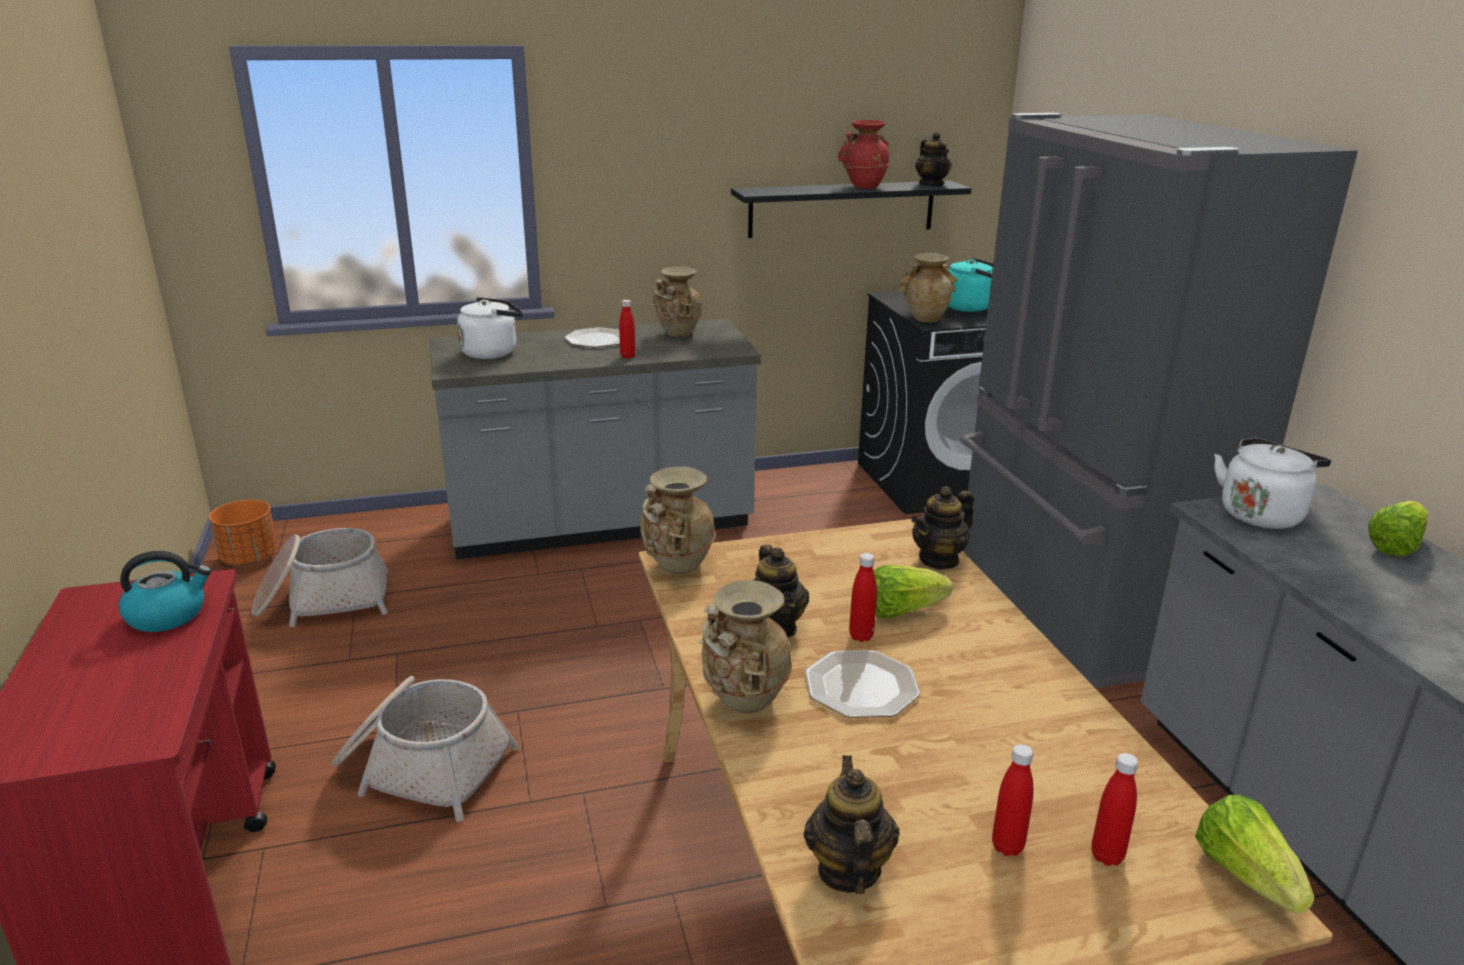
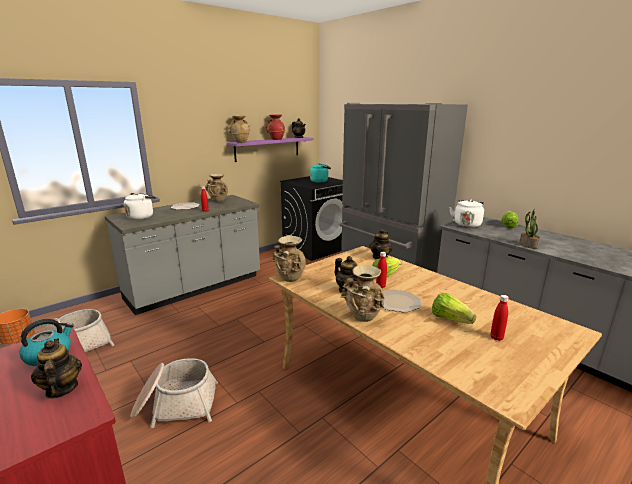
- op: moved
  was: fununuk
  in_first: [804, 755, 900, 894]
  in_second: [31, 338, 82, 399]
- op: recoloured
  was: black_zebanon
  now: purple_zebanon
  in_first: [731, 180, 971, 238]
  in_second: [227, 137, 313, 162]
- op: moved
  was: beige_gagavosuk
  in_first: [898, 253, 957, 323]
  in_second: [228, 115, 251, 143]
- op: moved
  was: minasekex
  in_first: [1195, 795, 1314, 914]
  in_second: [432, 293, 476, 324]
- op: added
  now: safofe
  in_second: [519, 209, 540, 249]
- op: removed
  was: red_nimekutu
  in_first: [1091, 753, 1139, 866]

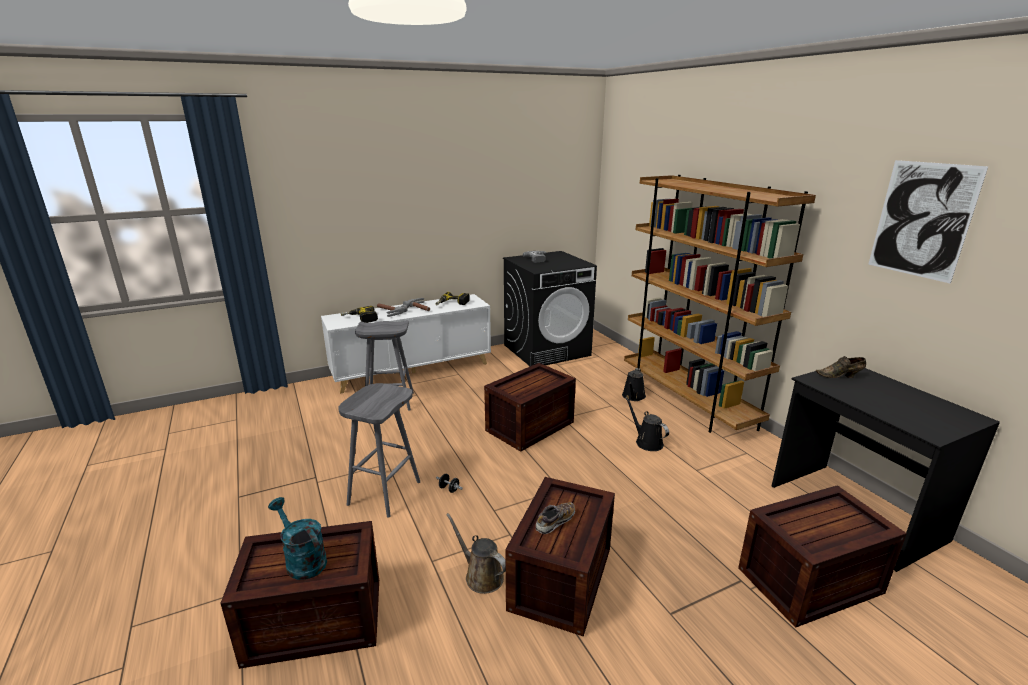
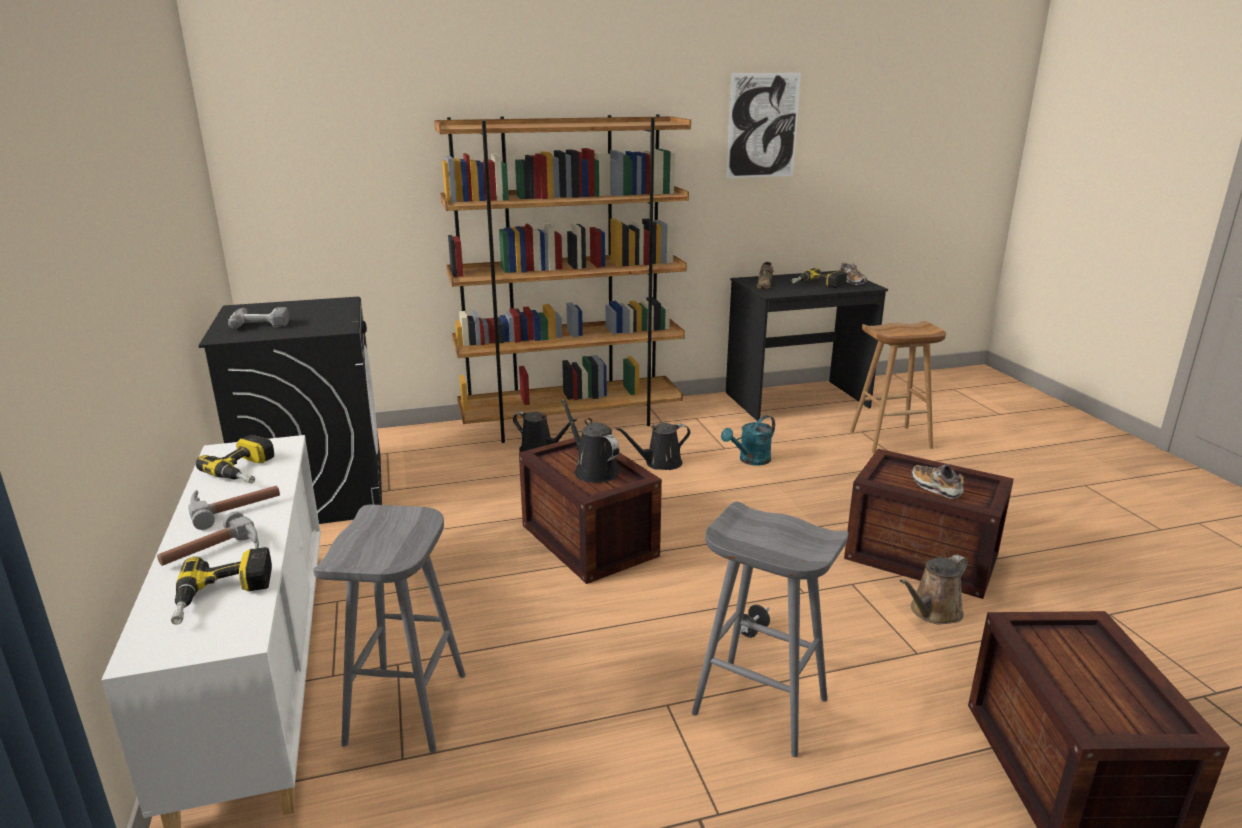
- op: added
  now: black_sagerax
  in_second: [561, 399, 619, 483]
- op: moved
  was: turquoise_sagerax
  in_first: [268, 497, 327, 580]
  in_second: [721, 415, 775, 466]
- op: added
  now: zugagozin
  in_second: [791, 268, 847, 288]
- op: added
  now: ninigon
  in_second: [840, 263, 868, 285]
- op: replaced
  was: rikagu
  now: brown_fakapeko
  in_first: [738, 485, 907, 628]
  in_second: [850, 321, 946, 453]

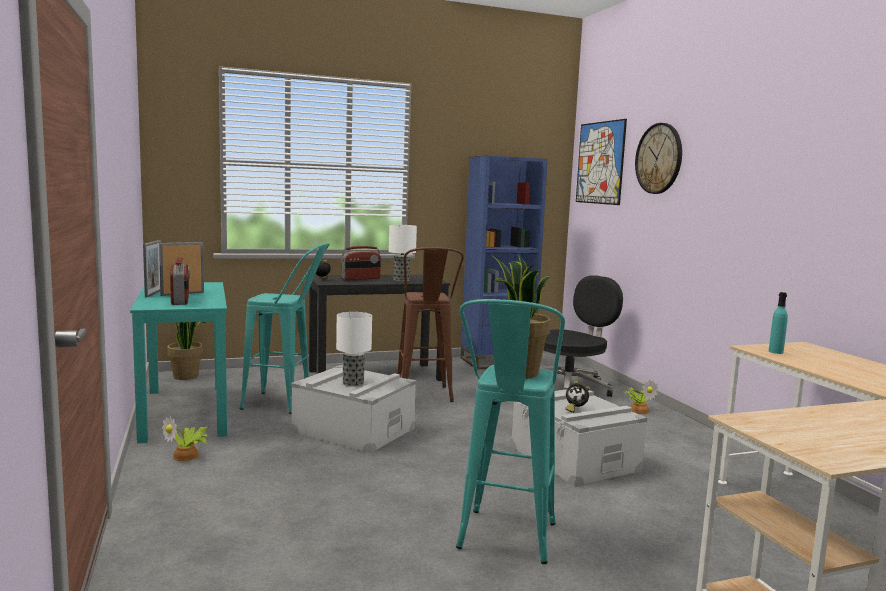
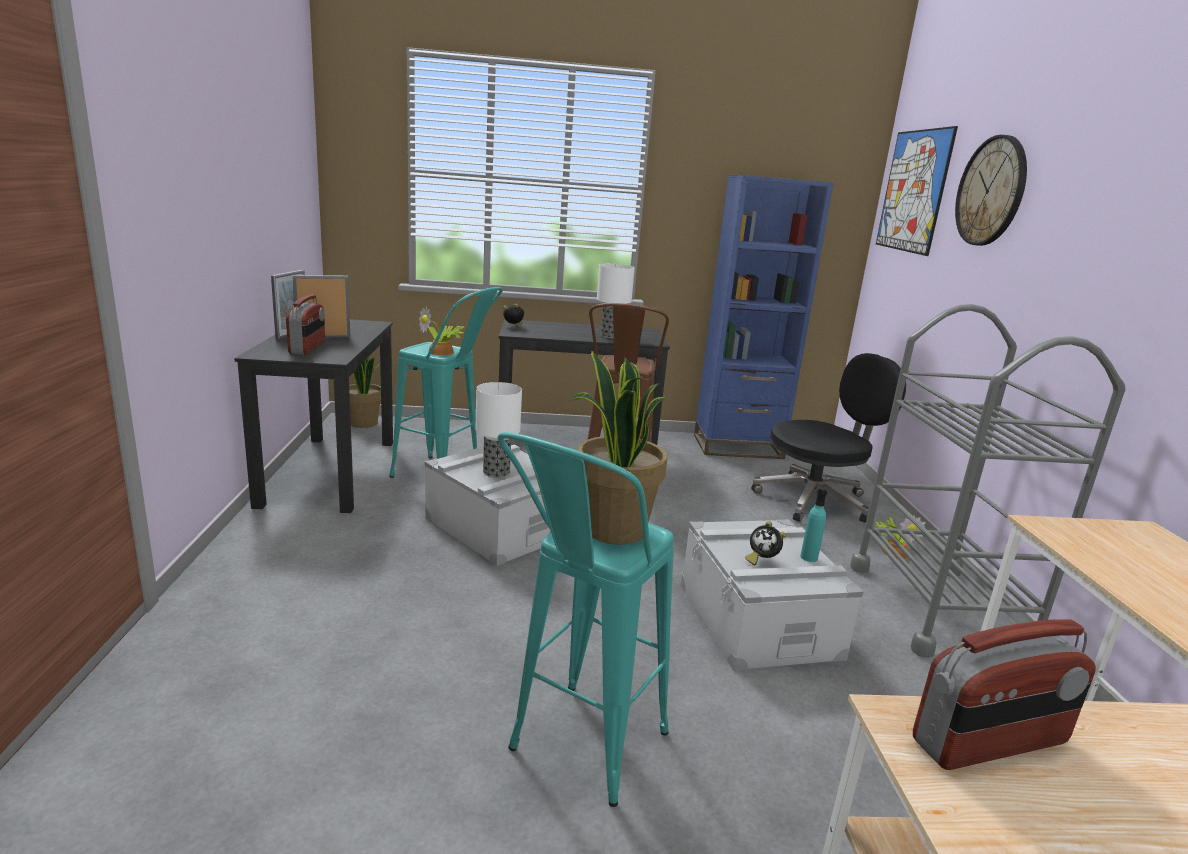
- op: recoloured
  was: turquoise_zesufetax
  now: black_zesufetax
  in_first: [130, 282, 227, 444]
  in_second: [234, 319, 393, 513]
- op: moved
  was: safofe
  in_first: [162, 416, 209, 461]
  in_second: [419, 306, 464, 355]
- op: moved
  was: turquoise_nimekutu
  in_first: [769, 292, 788, 354]
  in_second: [800, 487, 827, 562]
- op: added
  now: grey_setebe
  in_second: [850, 304, 1126, 658]
- op: moved
  was: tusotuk
  in_first: [341, 246, 381, 280]
  in_second: [913, 619, 1096, 770]

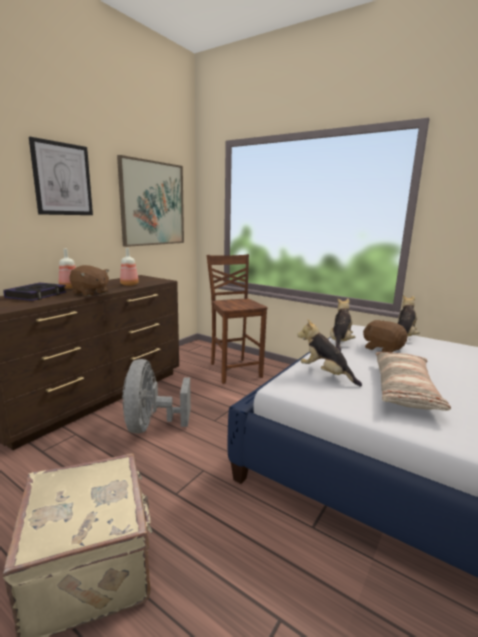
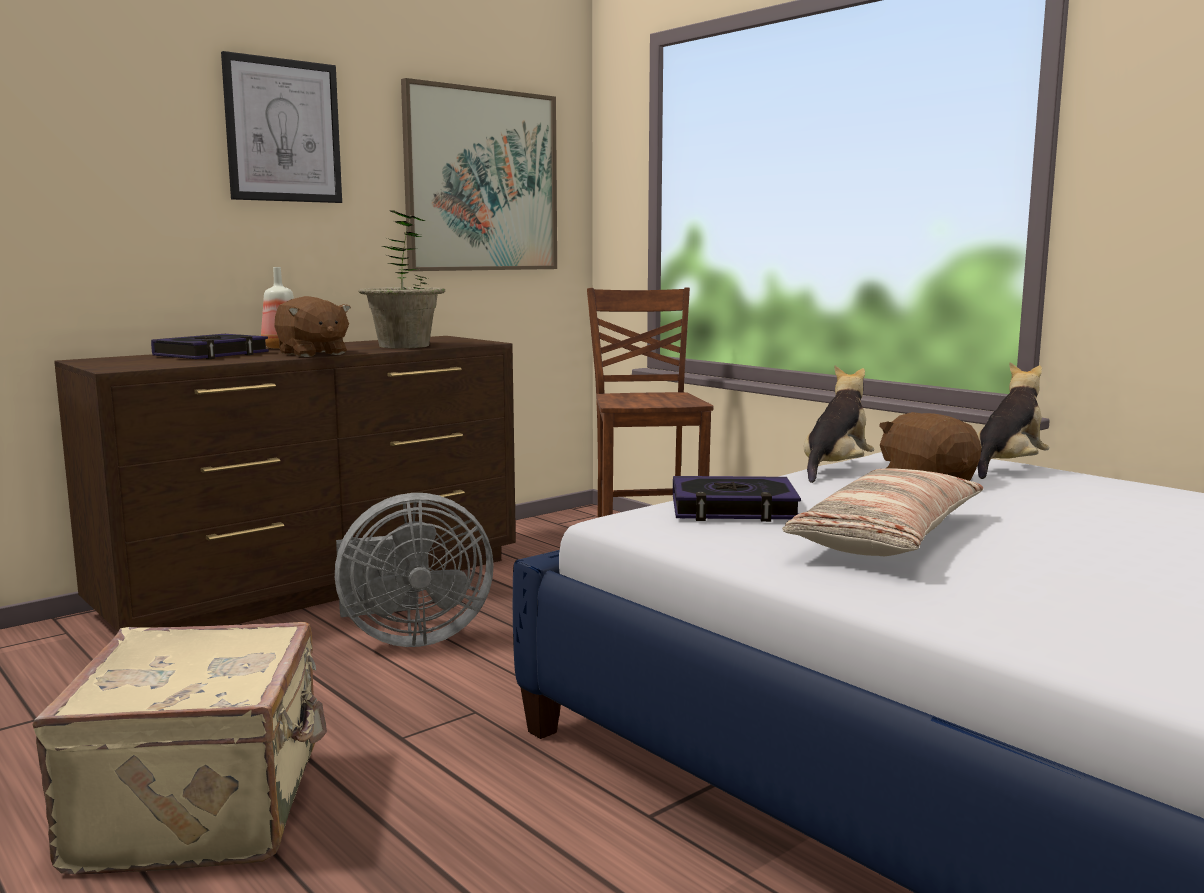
- op: turned
  was: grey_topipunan
  in_first: [122, 359, 191, 434]
  in_second: [335, 493, 494, 647]
  clockwise: -120
- op: replaced
  was: nimekutu
  now: safofe
  in_first: [120, 248, 139, 286]
  in_second: [358, 210, 445, 348]
- op: replaced
  was: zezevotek
  now: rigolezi
  in_first: [297, 319, 362, 386]
  in_second: [673, 476, 801, 522]

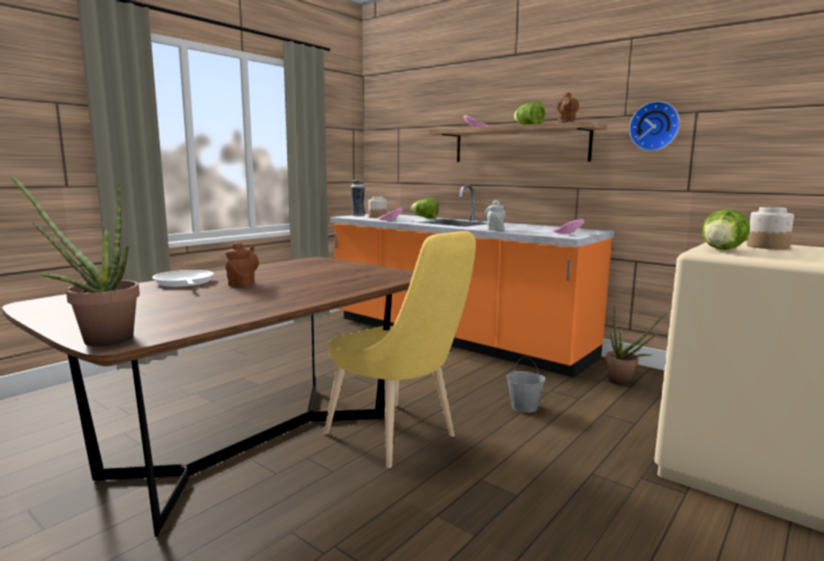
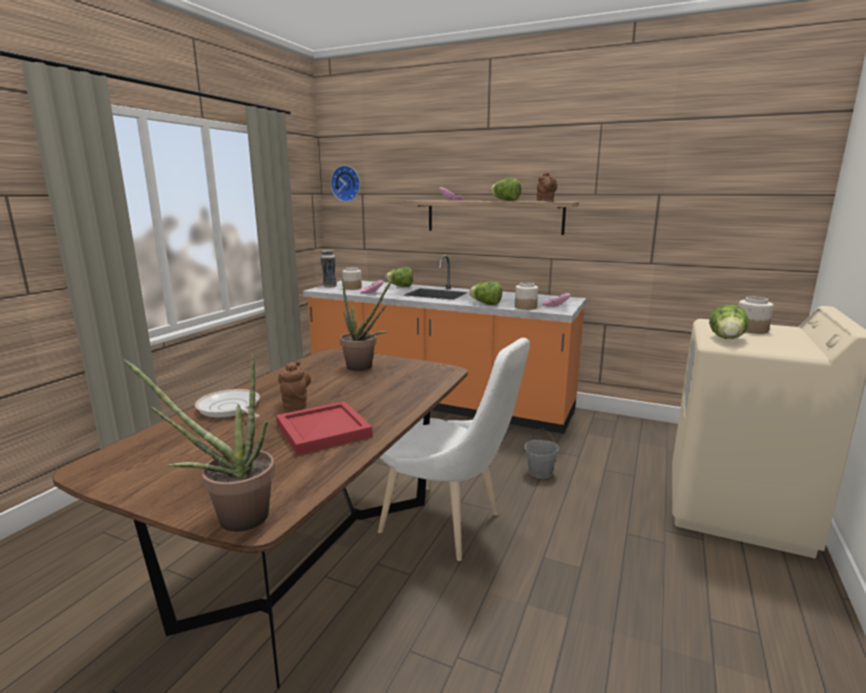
- op: added
  now: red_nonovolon
  in_second: [276, 401, 373, 455]
- op: moved
  was: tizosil
  in_first: [629, 101, 680, 151]
  in_second: [331, 165, 360, 202]
- op: moved
  was: safofe
  in_first: [606, 305, 667, 385]
  in_second: [340, 277, 393, 371]
- op: recoloured
  was: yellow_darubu
  now: white_darubu
  in_first: [324, 231, 476, 468]
  in_second: [378, 338, 530, 561]
- op: replaced
  was: grey_fununuk
  now: minasekex
  in_first: [485, 200, 506, 231]
  in_second: [469, 281, 502, 305]
- op: added
  now: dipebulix
  in_second: [515, 282, 538, 310]

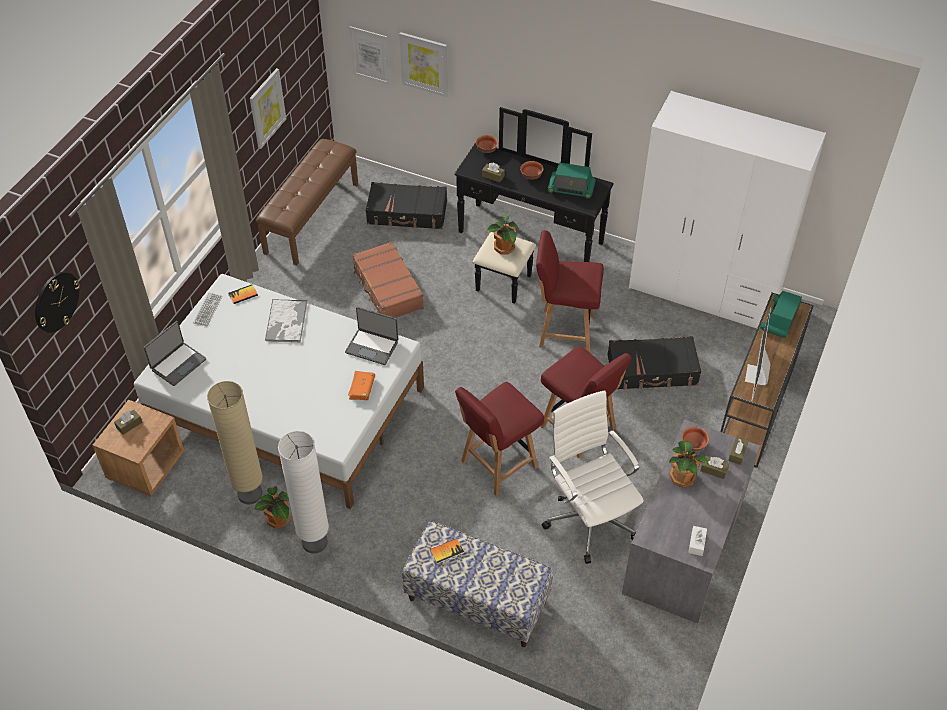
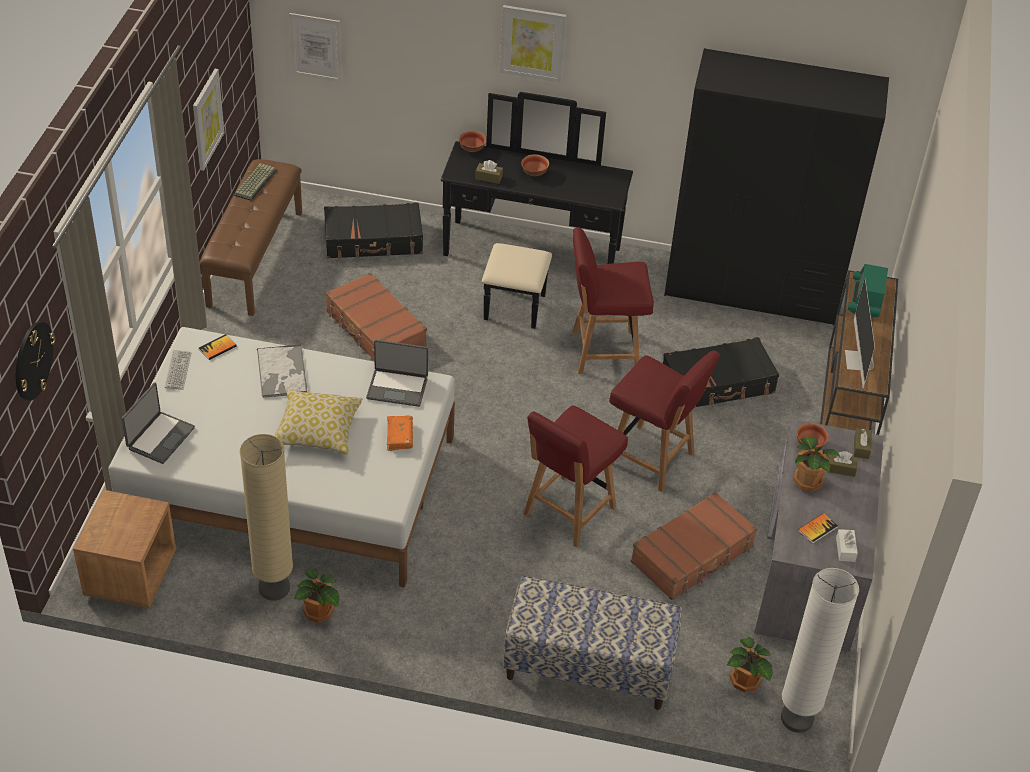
- op: added
  now: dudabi
  in_second: [234, 163, 277, 201]
- op: added
  now: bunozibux
  in_second: [274, 389, 362, 454]
- op: moved
  was: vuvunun
  in_first: [399, 32, 448, 97]
  in_second: [500, 5, 566, 82]
- op: replaced
  was: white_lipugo
  now: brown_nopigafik
  in_first: [541, 390, 644, 564]
  in_second: [631, 492, 757, 600]
- op: recoloured
  was: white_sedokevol
  now: black_sedokevol
  in_first: [629, 91, 826, 328]
  in_second: [664, 48, 889, 325]
- op: moved
  was: safofe
  in_first: [487, 216, 519, 255]
  in_second: [727, 637, 773, 693]
- op: moved
  was: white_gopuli
  in_first: [278, 431, 329, 554]
  in_second: [781, 568, 859, 733]
- op: moved
  was: rigolezi
  in_first: [430, 538, 464, 564]
  in_second: [798, 513, 838, 544]
- op: removed
  was: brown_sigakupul
  in_first: [114, 409, 142, 435]
- op: removed
  was: tusotuk
  in_first: [548, 163, 596, 198]

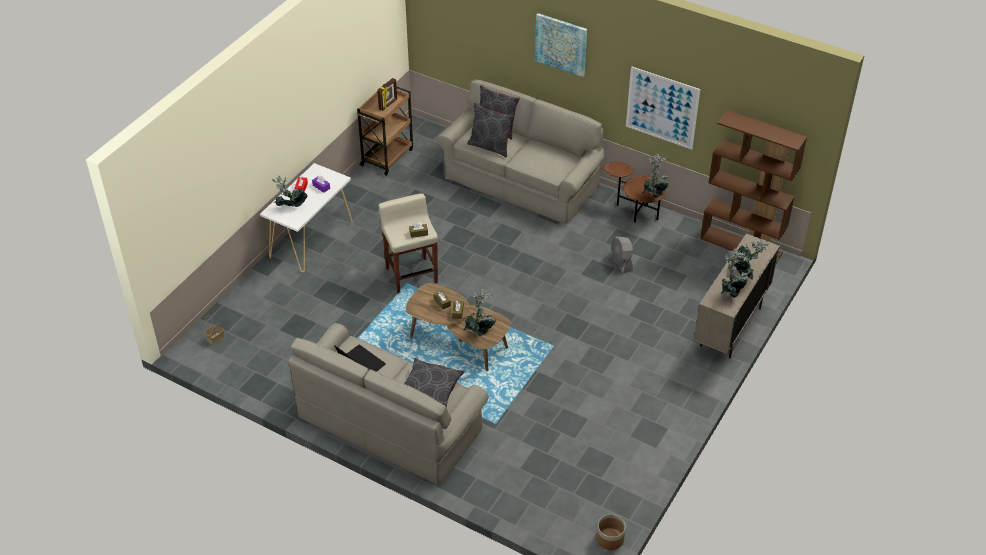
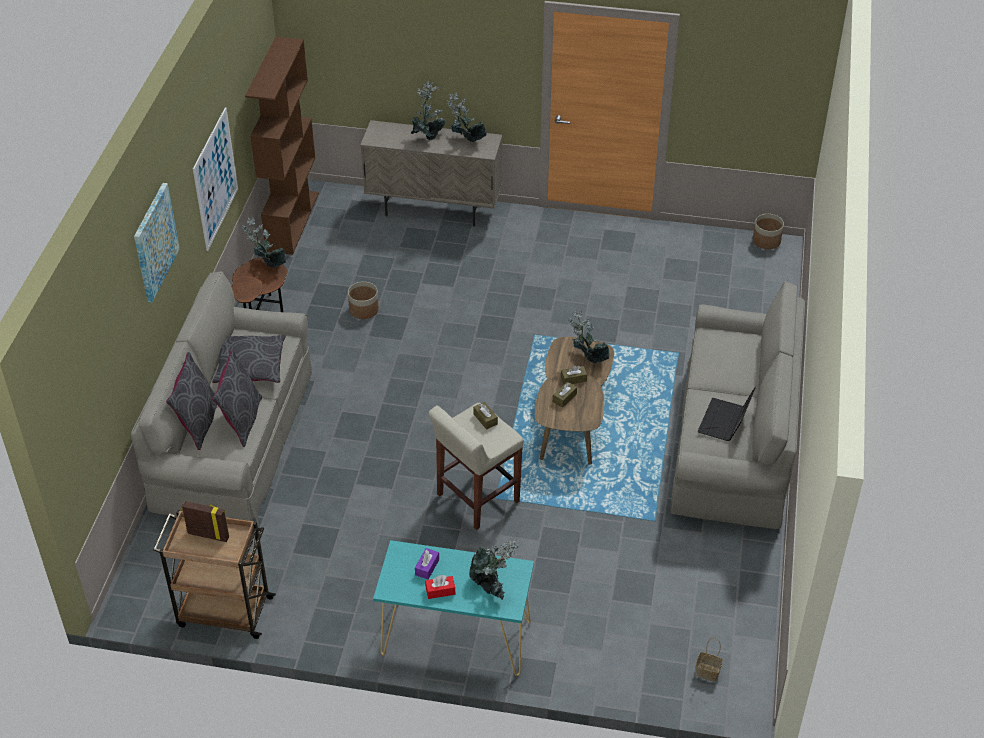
- op: moved
  was: grey_bunozibux
  in_first: [405, 358, 465, 407]
  in_second: [212, 335, 286, 383]
- op: replaced
  was: grey_topipunan
  now: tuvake
  in_first: [611, 236, 633, 273]
  in_second: [348, 282, 379, 319]
- op: recoloured
  was: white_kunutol
  now: turquoise_kunutol
  in_first: [260, 163, 353, 273]
  in_second: [373, 540, 534, 676]

